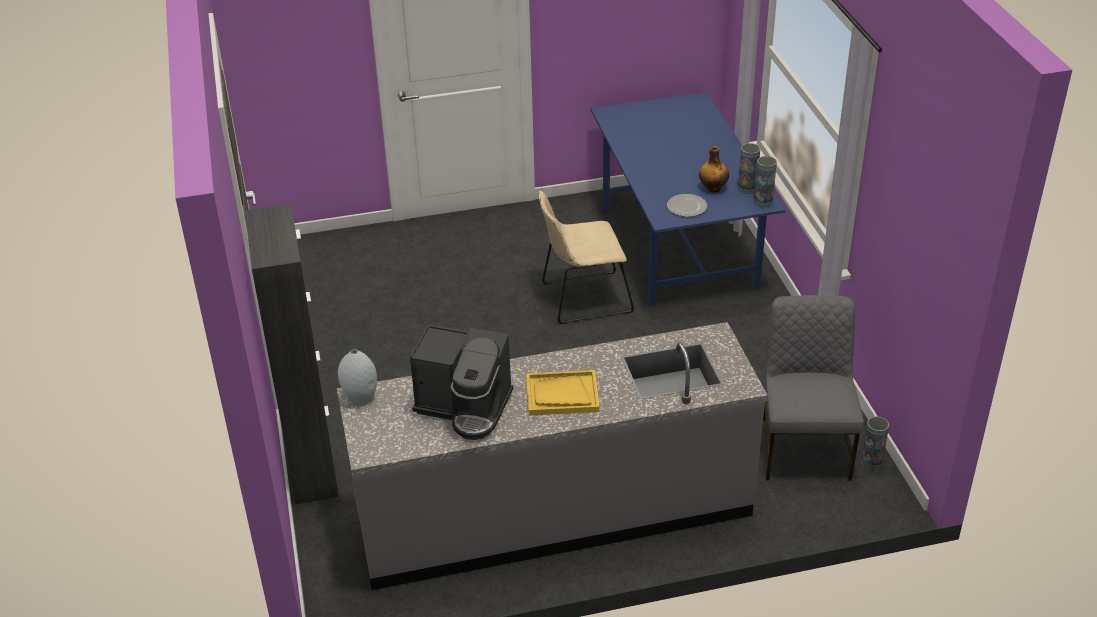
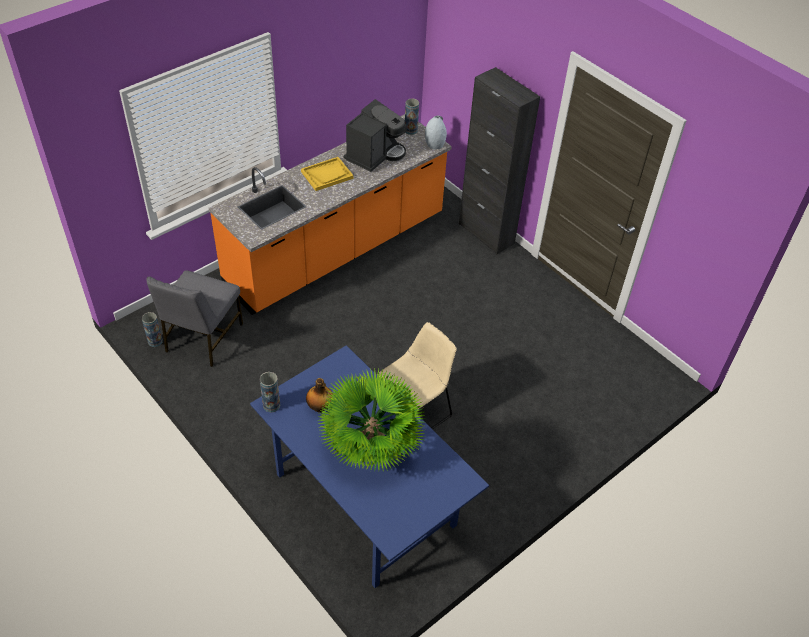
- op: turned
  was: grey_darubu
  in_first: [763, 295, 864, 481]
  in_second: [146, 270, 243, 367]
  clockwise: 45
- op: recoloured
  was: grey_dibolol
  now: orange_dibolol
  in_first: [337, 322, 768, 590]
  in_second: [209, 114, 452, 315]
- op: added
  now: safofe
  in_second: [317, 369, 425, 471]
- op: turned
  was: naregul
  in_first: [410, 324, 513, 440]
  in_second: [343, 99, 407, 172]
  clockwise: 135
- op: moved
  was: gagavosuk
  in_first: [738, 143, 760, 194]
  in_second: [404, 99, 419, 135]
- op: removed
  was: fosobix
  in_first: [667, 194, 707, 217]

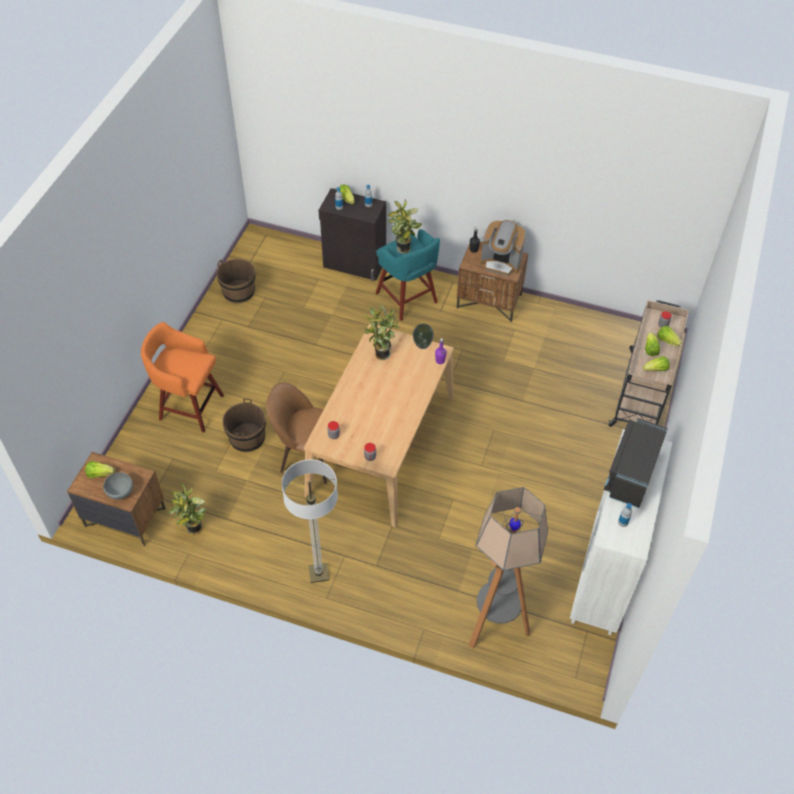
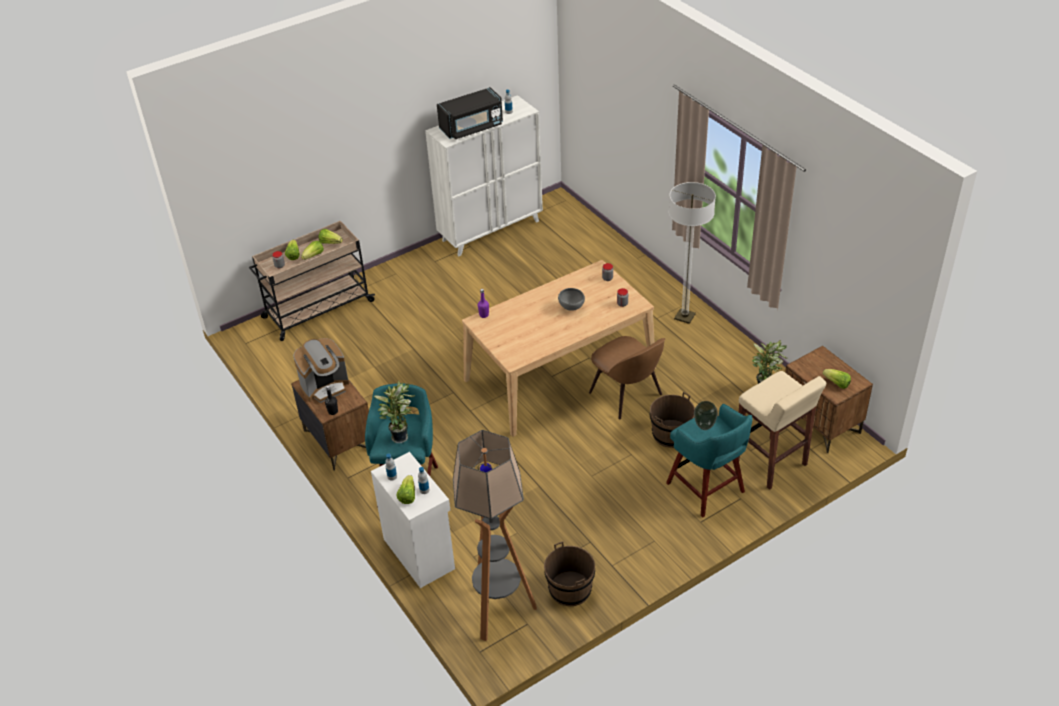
- op: turned
  was: naregul
  in_first: [481, 220, 526, 276]
  in_second: [293, 338, 349, 403]
  clockwise: 90
- op: recoloured
  was: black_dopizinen
  now: white_dopizinen
  in_first: [318, 188, 386, 281]
  in_second: [371, 452, 455, 588]
- op: moved
  was: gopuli
  in_first: [469, 487, 548, 648]
  in_second: [453, 430, 537, 641]
- op: moved
  was: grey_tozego
  in_first: [103, 472, 133, 500]
  in_second: [558, 288, 585, 311]
- op: recoloured
  was: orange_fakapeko
  now: turquoise_fakapeko
  in_first: [141, 322, 224, 432]
  in_second: [666, 404, 752, 517]
- op: moved
  was: gagavosuk
  in_first: [413, 324, 434, 349]
  in_second: [694, 401, 718, 430]
- op: added
  now: beige_fakapeko
  in_second: [738, 371, 826, 490]
- op: removed
  was: safofe
  in_first: [364, 304, 399, 360]

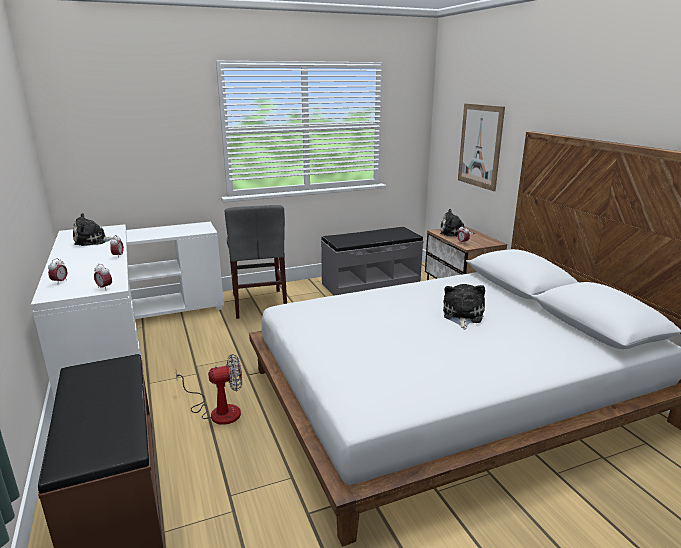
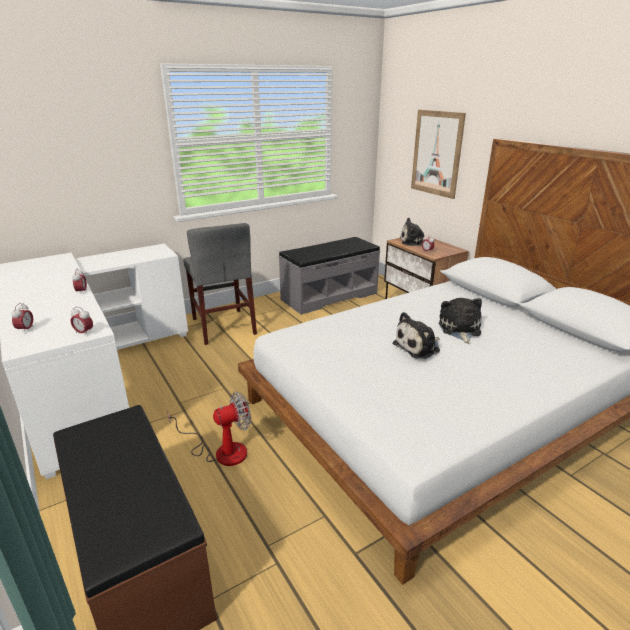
- op: moved
  was: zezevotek
  in_first: [73, 213, 115, 246]
  in_second: [392, 312, 440, 359]

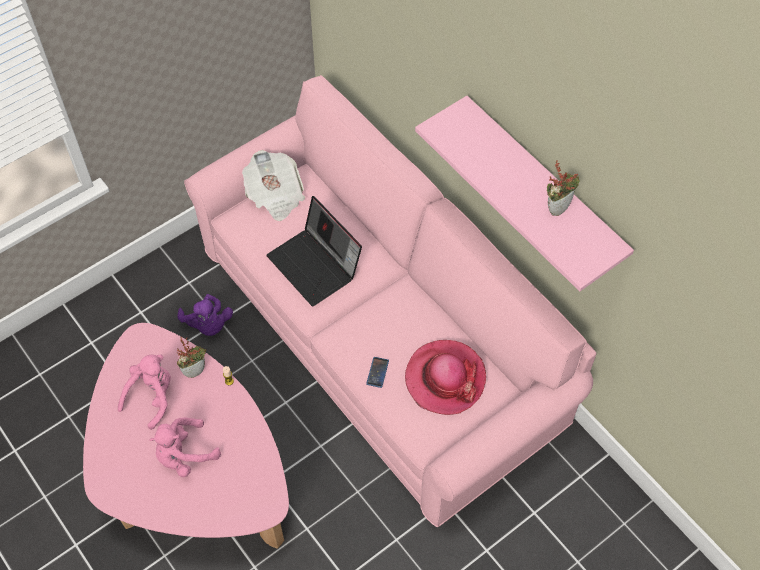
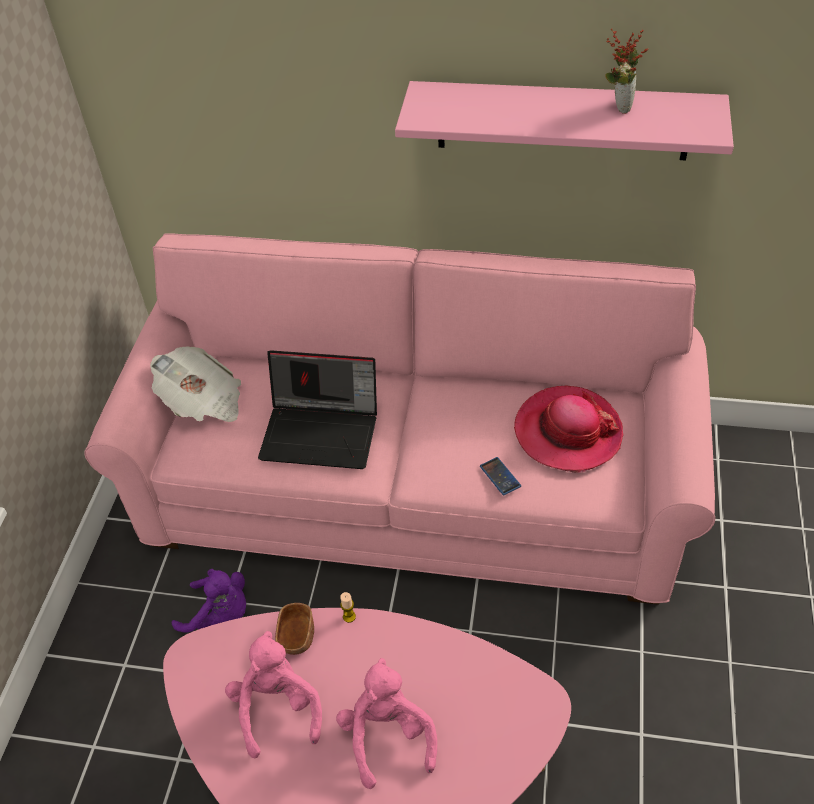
- op: replaced
  was: safofe
  now: brown_tozego
  in_first: [177, 337, 206, 378]
  in_second: [275, 603, 314, 655]
- op: turned
  was: pink_zezevotek
  in_first: [149, 417, 221, 477]
  in_second: [336, 658, 437, 789]
  clockwise: 150

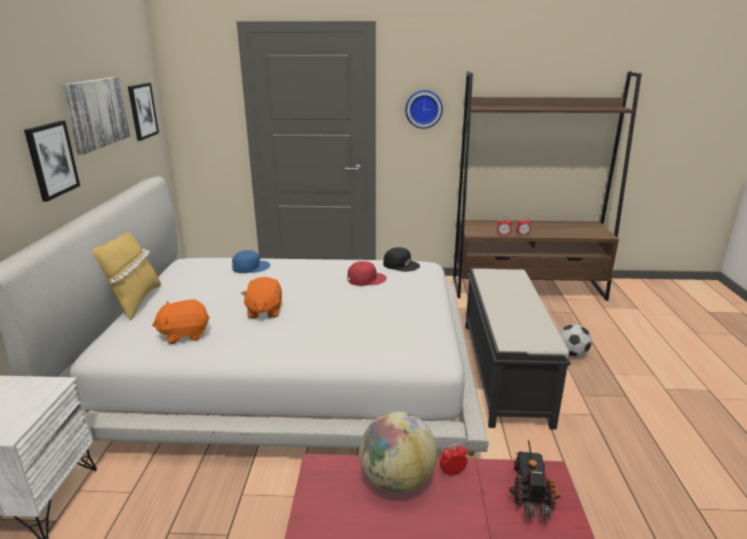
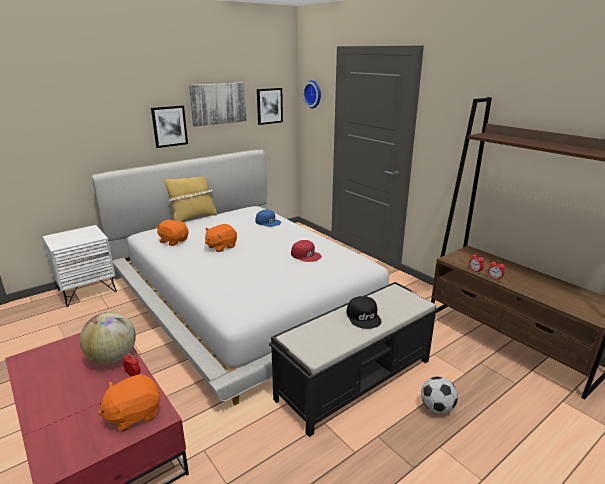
- op: replaced
  was: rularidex
  now: orange_zezevotek
  in_first: [509, 440, 561, 520]
  in_second: [98, 374, 160, 432]
- op: moved
  was: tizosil
  in_first: [405, 90, 443, 129]
  in_second: [303, 80, 321, 108]
- op: moved
  was: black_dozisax
  in_first: [383, 247, 420, 272]
  in_second: [347, 296, 382, 329]

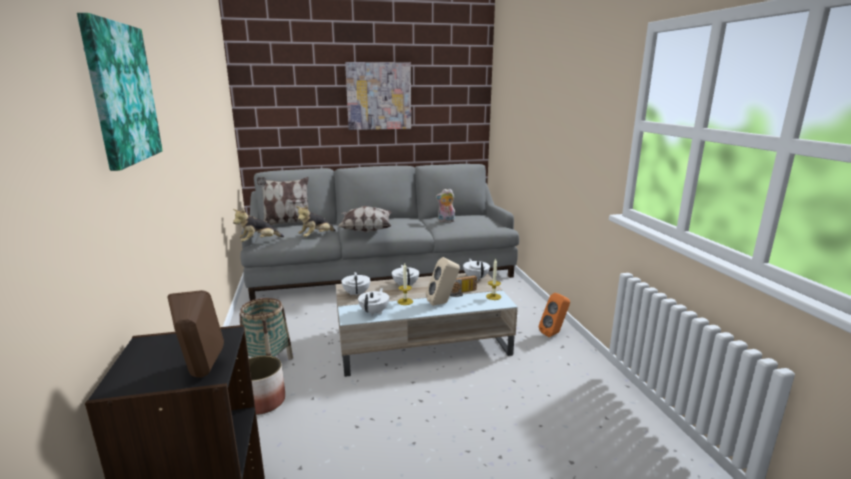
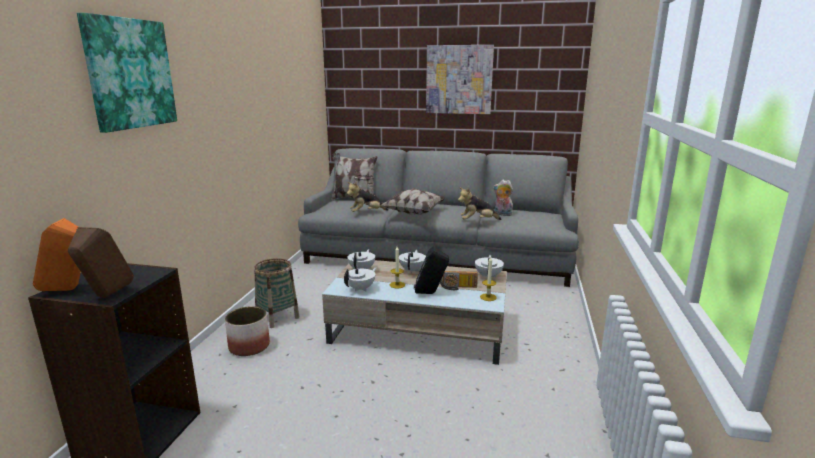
- op: moved
  was: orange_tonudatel
  in_first: [539, 293, 570, 337]
  in_second: [33, 218, 81, 291]
- op: recoloured
  was: beige_tonudatel
  now: black_tonudatel
  in_first: [426, 257, 460, 306]
  in_second: [414, 246, 449, 294]
- op: moved
  was: zezevotek
  in_first: [233, 209, 284, 242]
  in_second: [458, 187, 502, 220]

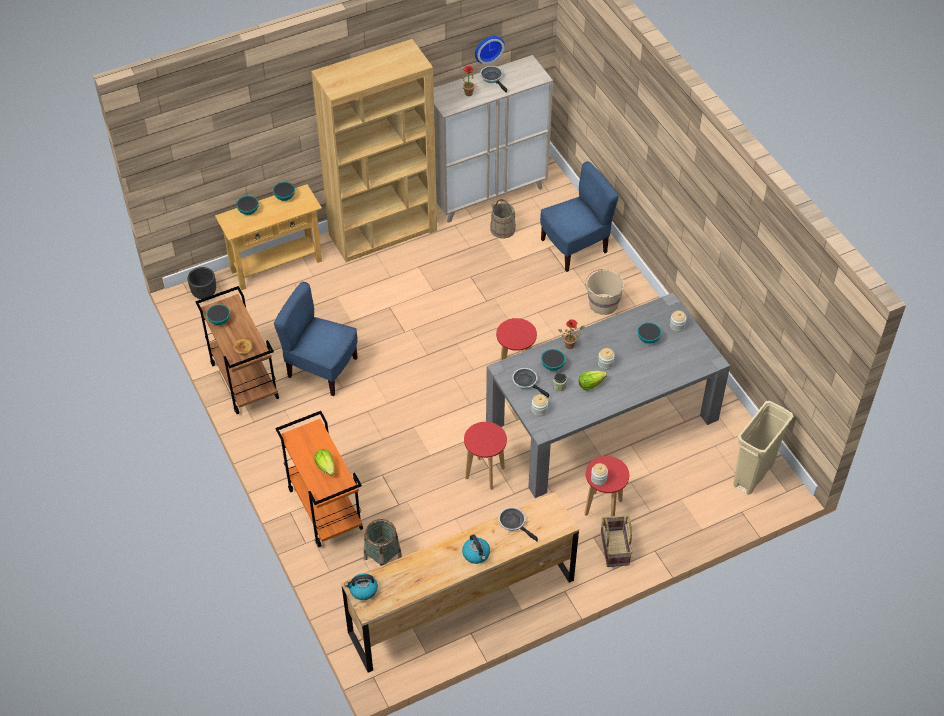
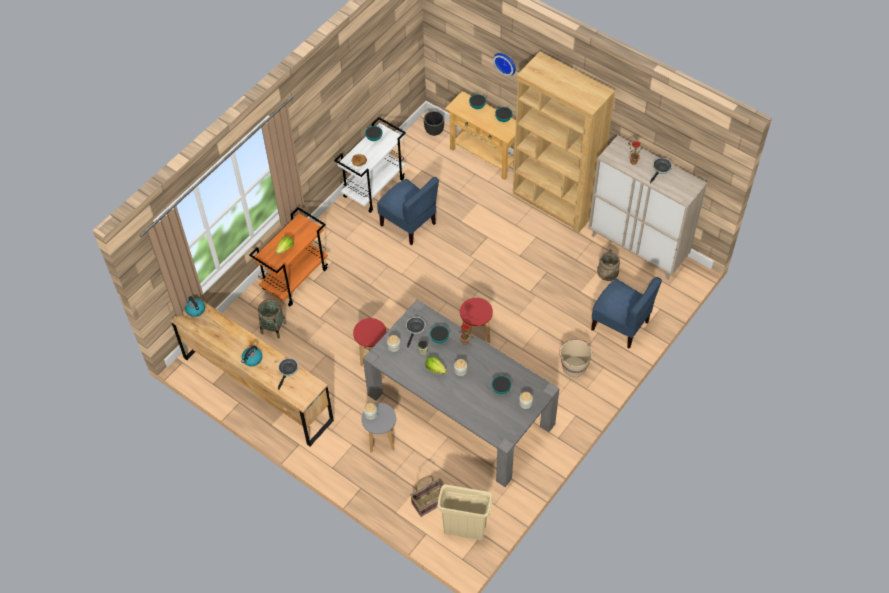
- op: recoloured
  was: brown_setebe
  now: white_setebe
  in_first: [195, 286, 279, 414]
  in_second: [334, 117, 406, 213]
- op: recoloured
  was: red_fakapeko
  now: grey_fakapeko
  in_first: [584, 456, 629, 517]
  in_second: [361, 403, 396, 453]
- op: turned
  was: blue_darubu
  in_first: [274, 282, 358, 396]
  in_second: [377, 177, 439, 245]
  clockwise: 135
- op: moved
  was: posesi
  in_first: [601, 516, 632, 567]
  in_second: [410, 475, 444, 517]
- op: moved
  was: tizosil
  in_first: [475, 36, 504, 64]
  in_second: [493, 53, 516, 76]

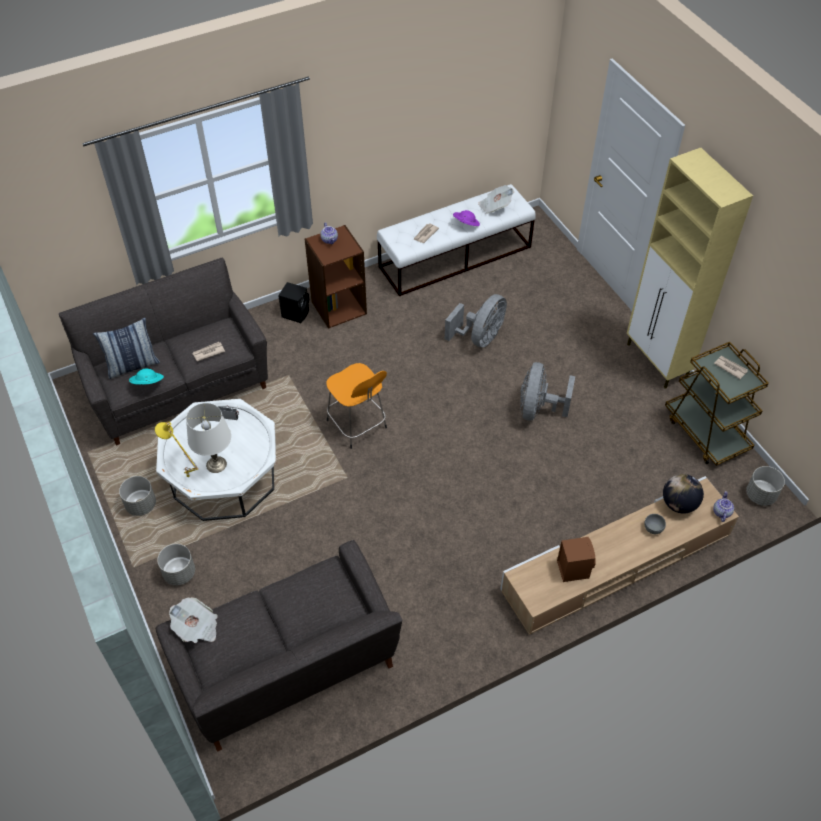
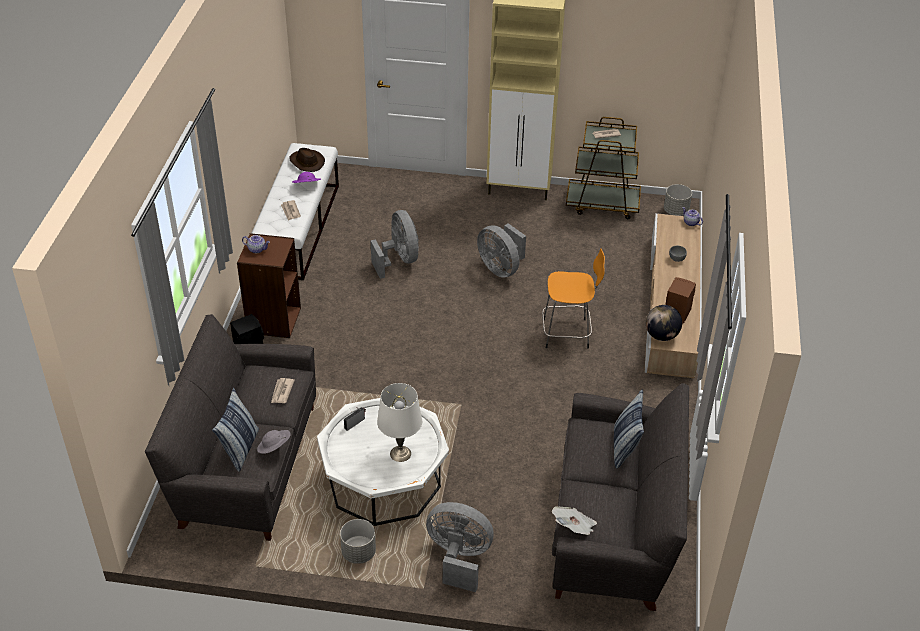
- op: recoloured
  was: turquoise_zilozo
  now: grey_zilozo
  in_first: [129, 369, 164, 384]
  in_second: [257, 430, 291, 454]
- op: replaced
  was: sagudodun
  now: brown_zilozo
  in_first: [478, 185, 514, 214]
  in_second: [289, 148, 325, 172]
- op: replaced
  was: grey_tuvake
  now: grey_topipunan
  in_first: [157, 544, 195, 585]
  in_second: [426, 502, 494, 592]
- op: moved
  was: orange_fakapeko
  in_first: [326, 363, 387, 449]
  in_second: [542, 249, 605, 349]
- op: added
  now: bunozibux
  in_second: [614, 390, 644, 469]
- op: moved
  was: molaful
  in_first: [663, 474, 704, 513]
  in_second: [646, 305, 682, 341]
- op: removed
  was: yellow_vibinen
  in_first: [155, 421, 198, 478]

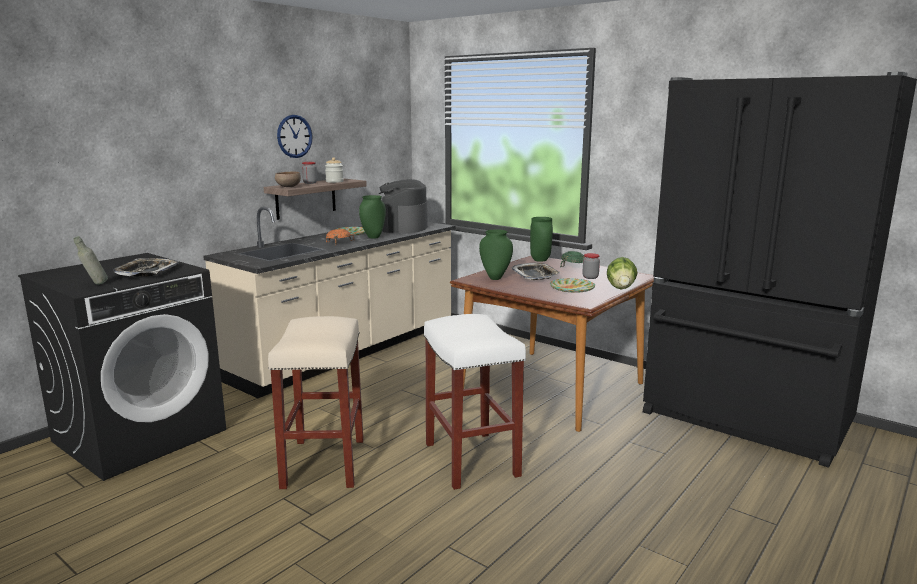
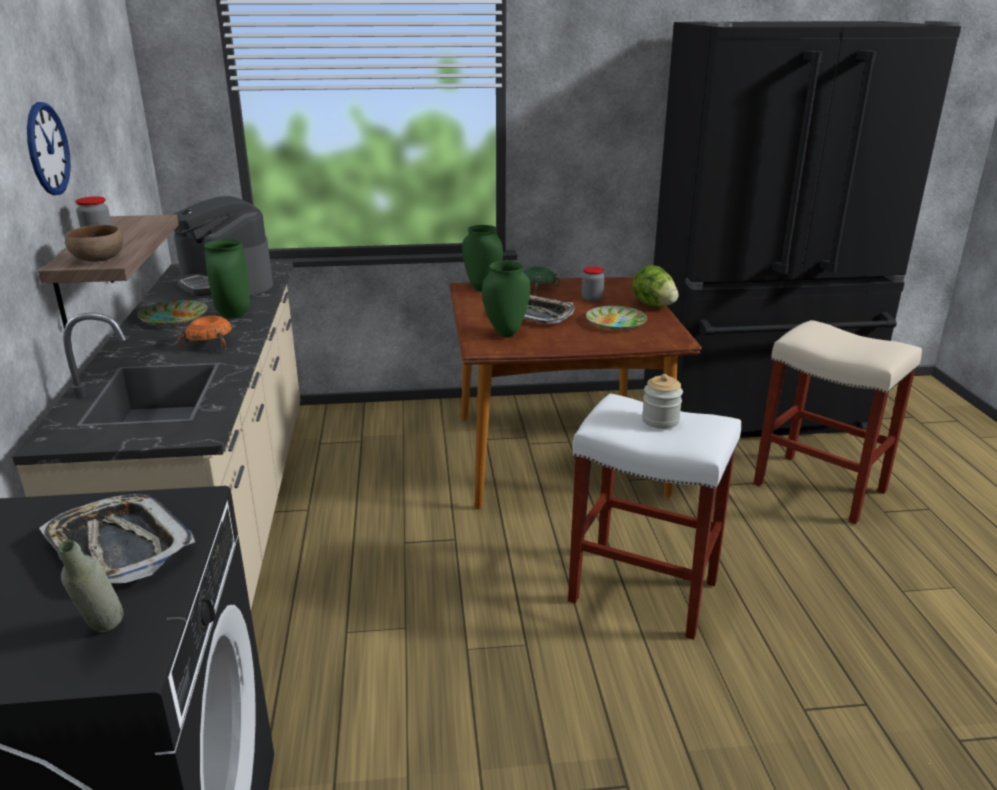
- op: moved
  was: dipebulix
  in_first: [325, 157, 344, 183]
  in_second: [642, 374, 683, 429]
- op: moved
  was: beige_fakapeko
  in_first: [268, 316, 364, 489]
  in_second: [753, 320, 922, 524]

